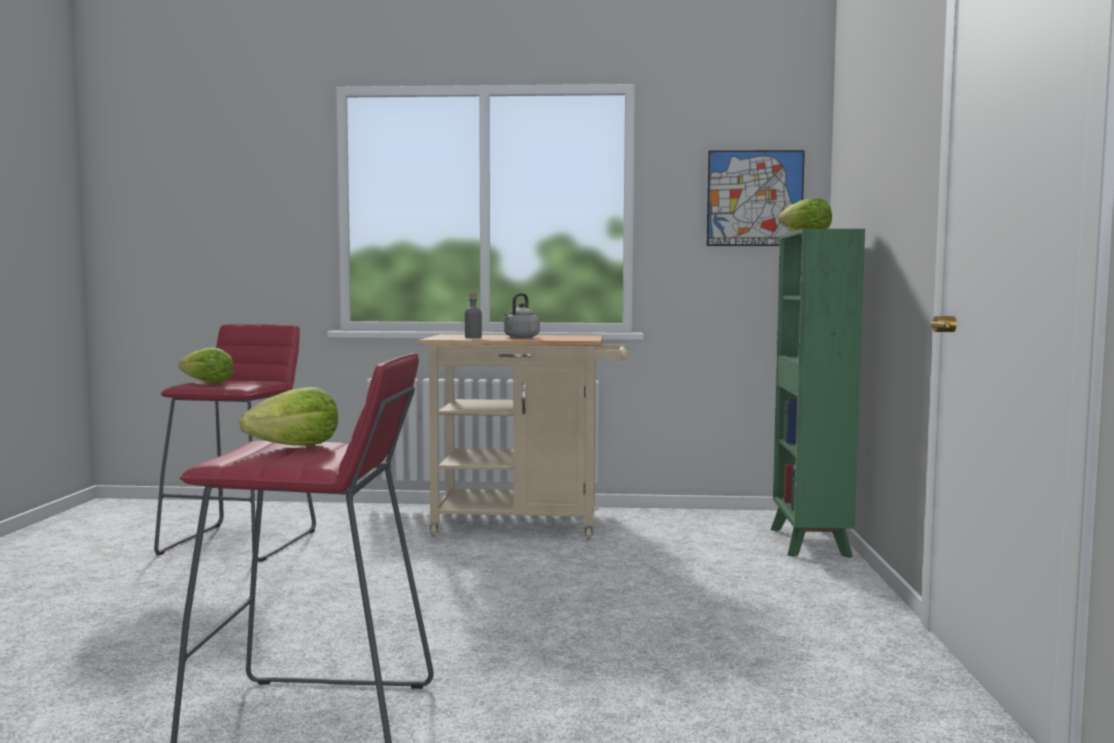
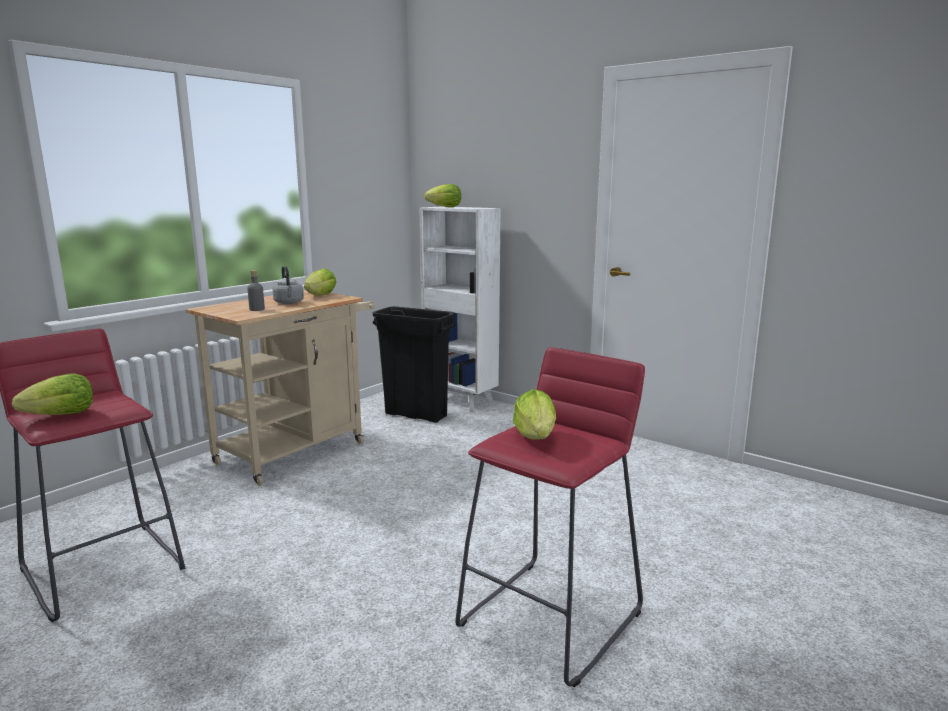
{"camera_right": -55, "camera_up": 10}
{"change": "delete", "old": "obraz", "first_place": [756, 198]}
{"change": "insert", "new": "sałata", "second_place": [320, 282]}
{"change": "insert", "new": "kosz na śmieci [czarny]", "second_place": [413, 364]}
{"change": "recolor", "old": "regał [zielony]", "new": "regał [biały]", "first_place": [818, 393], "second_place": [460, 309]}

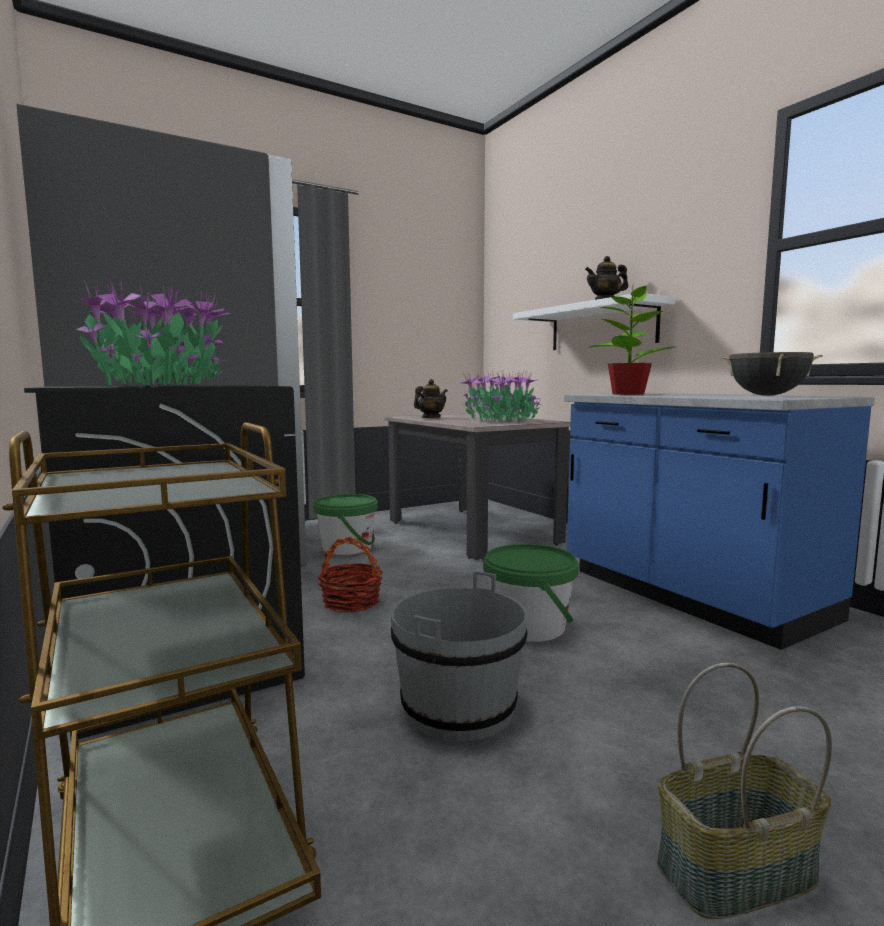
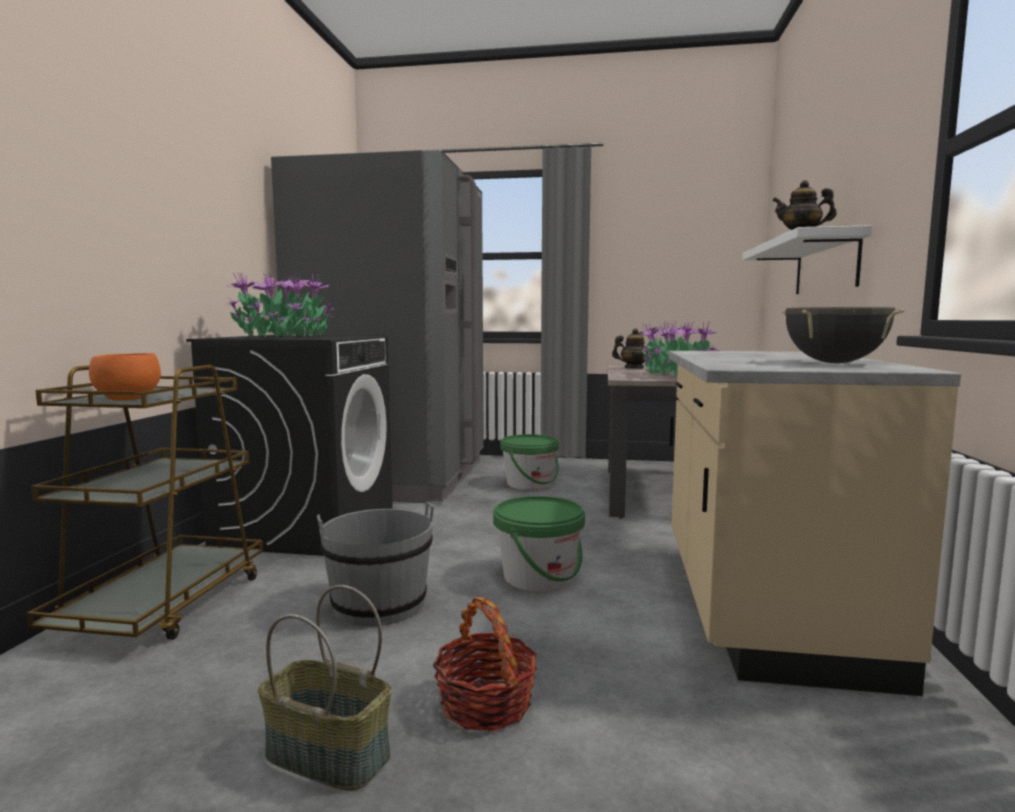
{"camera_right": 40, "camera_up": 0}
{"change": "delete", "old": "roślina doniczkowa", "first_place": [631, 340]}
{"change": "insert", "new": "miska [pomarańczowy]", "second_place": [125, 376]}
{"change": "move", "old": "koszyk", "first_place": [350, 575], "second_place": [484, 664]}
{"change": "recolor", "old": "zabudowa kuchenna [niebieski]", "new": "zabudowa kuchenna [beżowy]", "first_place": [719, 521], "second_place": [814, 523]}

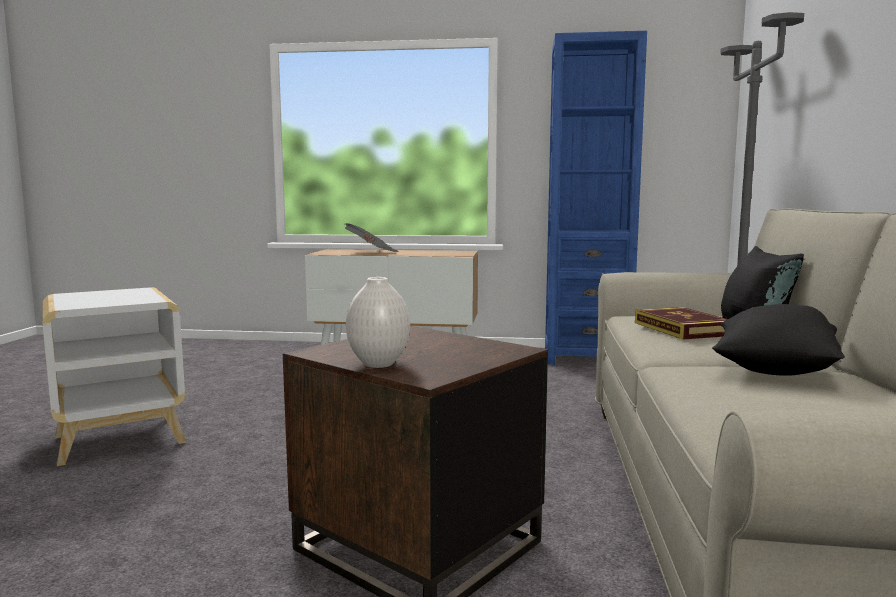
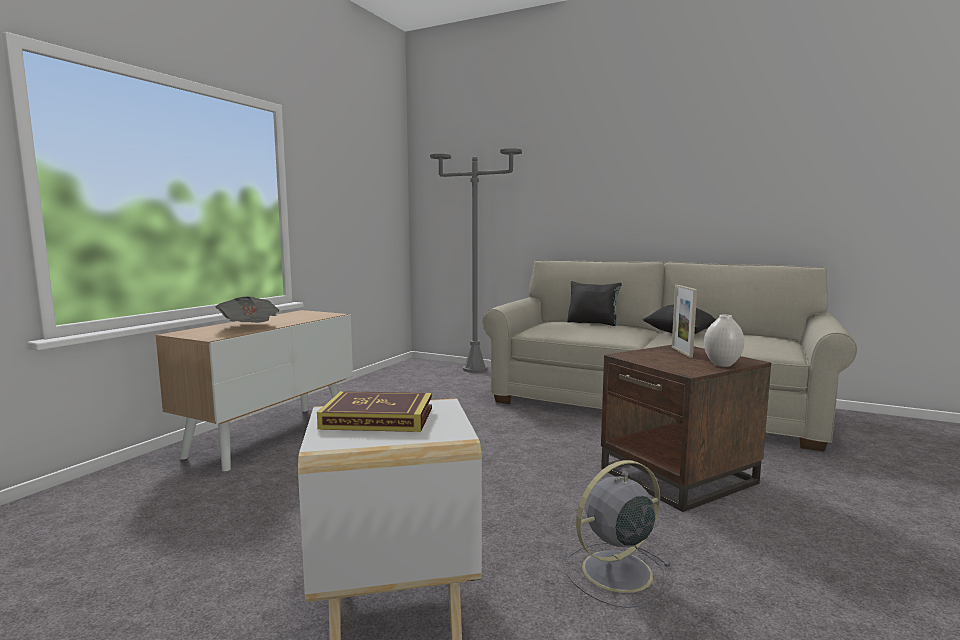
{"camera_right": -70, "camera_up": 0}
{"change": "delete", "old": "regał [niebieski]", "first_place": [596, 198]}
{"change": "insert", "new": "wentylator [szary]", "second_place": [617, 534]}
{"change": "insert", "new": "ramka na zdjęcie", "second_place": [684, 321]}
{"change": "move", "old": "książka", "first_place": [681, 323], "second_place": [374, 411]}

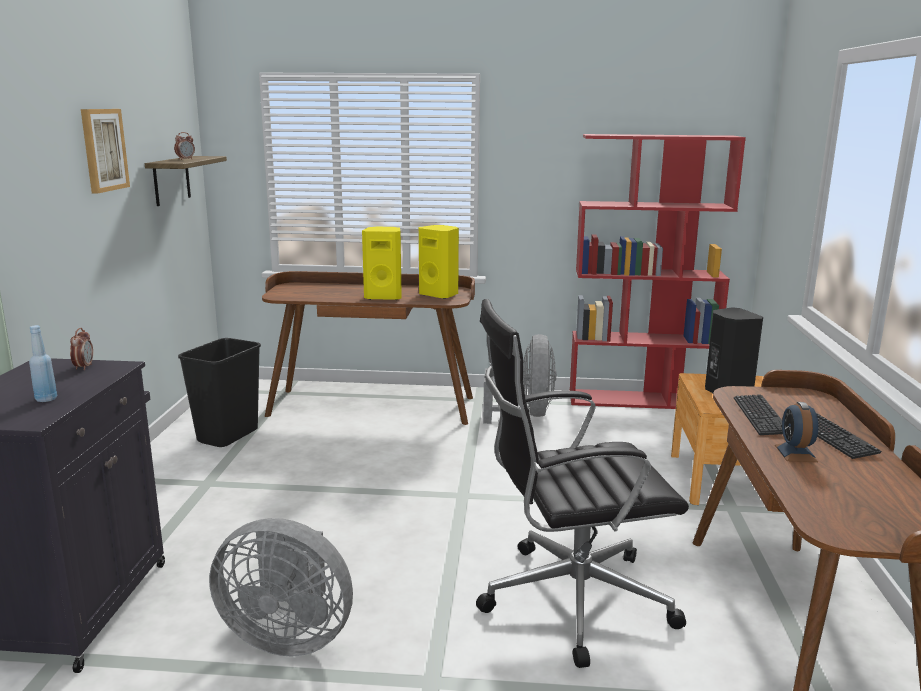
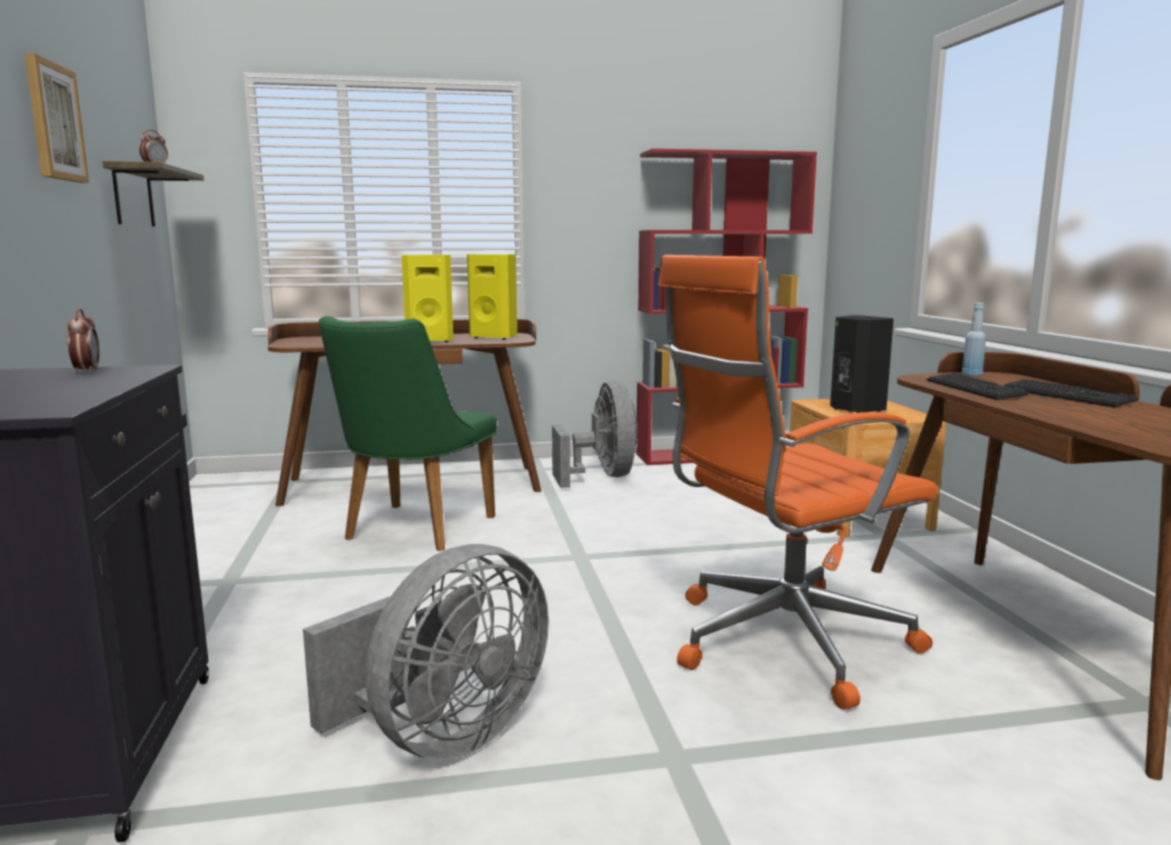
{"camera_right": -15, "camera_up": -5}
{"change": "delete", "old": "kosz na śmieci [czarny]", "first_place": [219, 392]}
{"change": "delete", "old": "budzik", "first_place": [797, 432]}
{"change": "insert", "new": "krzesło [zielony]", "second_place": [408, 433]}
{"change": "move", "old": "butelka [niebieski]", "first_place": [43, 363], "second_place": [974, 340]}
{"change": "recolor", "old": "krzesło biurowe [czarny]", "new": "krzesło biurowe [pomarańczowy]", "first_place": [582, 483], "second_place": [798, 482]}
{"change": "rotate", "old": "wentylator [szary]", "first_place": [281, 587], "second_place": [426, 652], "degrees": -45}

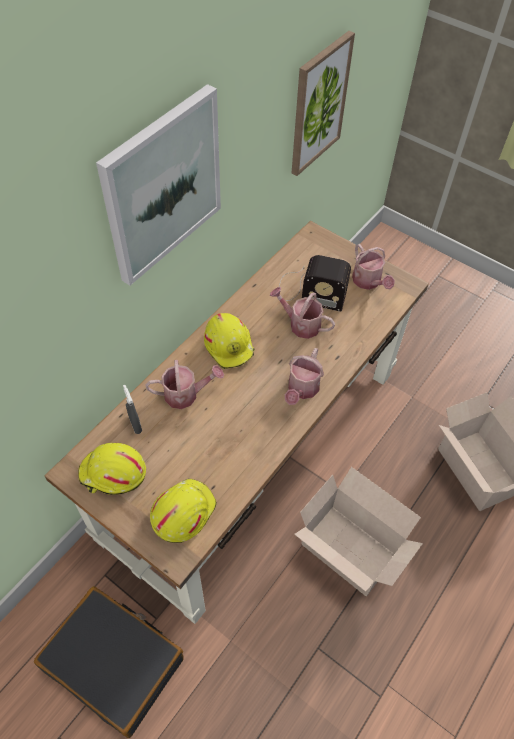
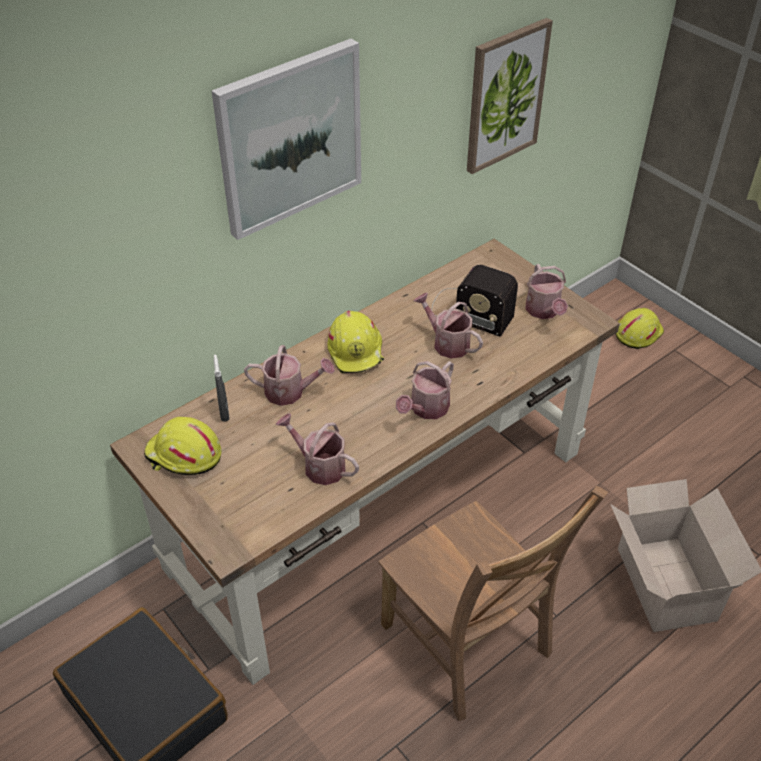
{"camera_right": 15, "camera_up": -10}
{"change": "insert", "new": "konewka", "second_place": [317, 449]}
{"change": "move", "old": "kask [żółty]", "first_place": [183, 511], "second_place": [640, 328]}
{"change": "replace", "old": "karton", "new": "krzesło [brązowy]", "first_place": [358, 531], "second_place": [493, 603]}

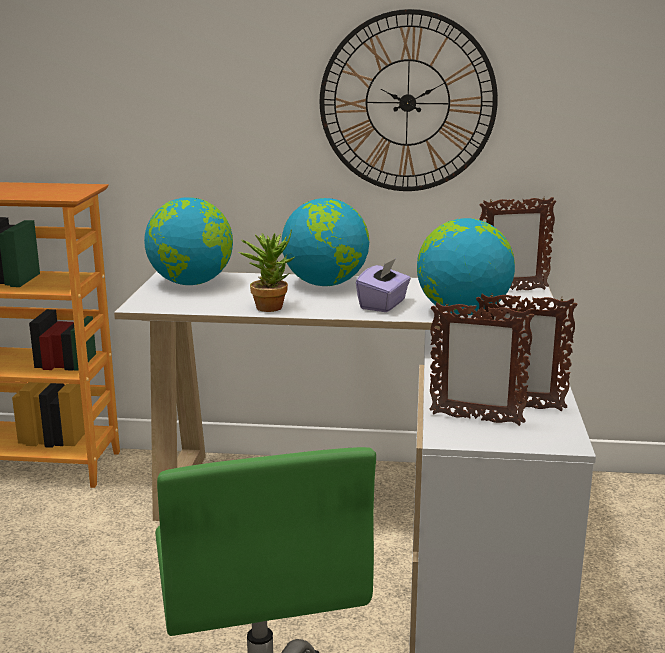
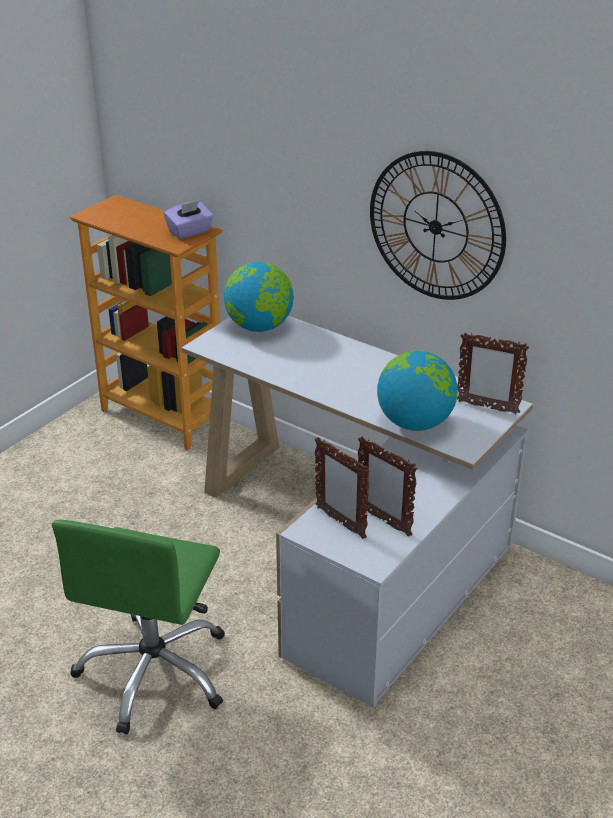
{"camera_right": 30, "camera_up": 15}
{"change": "delete", "old": "roślina doniczkowa", "first_place": [267, 270]}
{"change": "delete", "old": "globus", "first_place": [325, 242]}
{"change": "move", "old": "pudełko chusteczek [fioletowy]", "first_place": [383, 285], "second_place": [189, 220]}

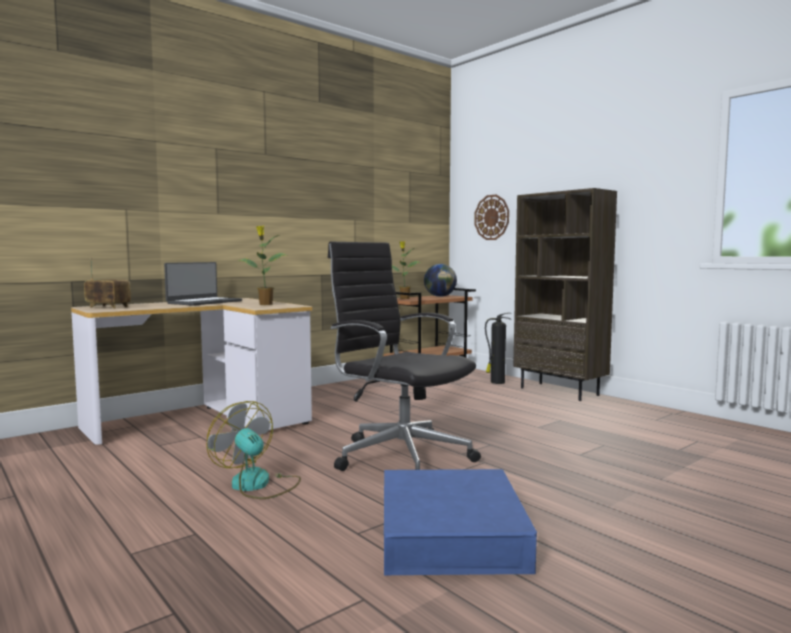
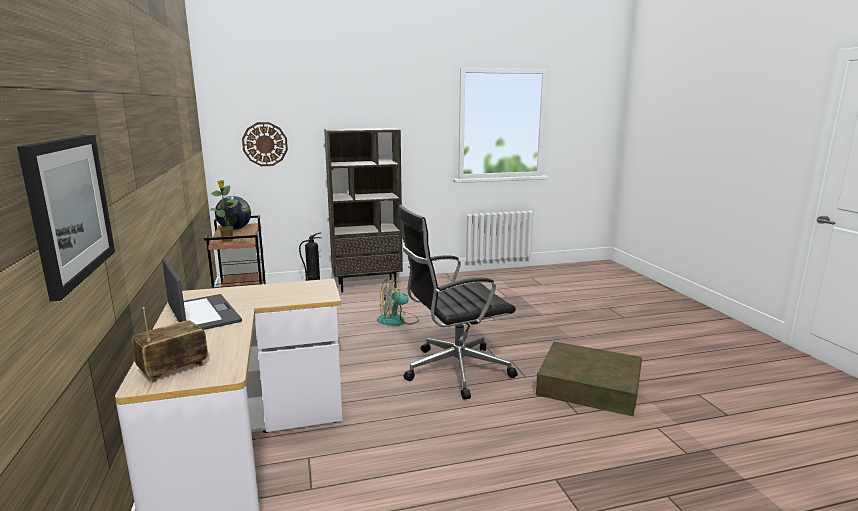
{"camera_right": -65, "camera_up": 10}
{"change": "delete", "old": "roślina doniczkowa", "first_place": [261, 265]}
{"change": "insert", "new": "obraz", "second_place": [66, 218]}
{"change": "move", "old": "wentylator", "first_place": [254, 450], "second_place": [398, 301]}
{"change": "recolor", "old": "pojemnik do przechowywania [niebieski]", "new": "pojemnik do przechowywania [brązowy]", "first_place": [460, 522], "second_place": [589, 379]}

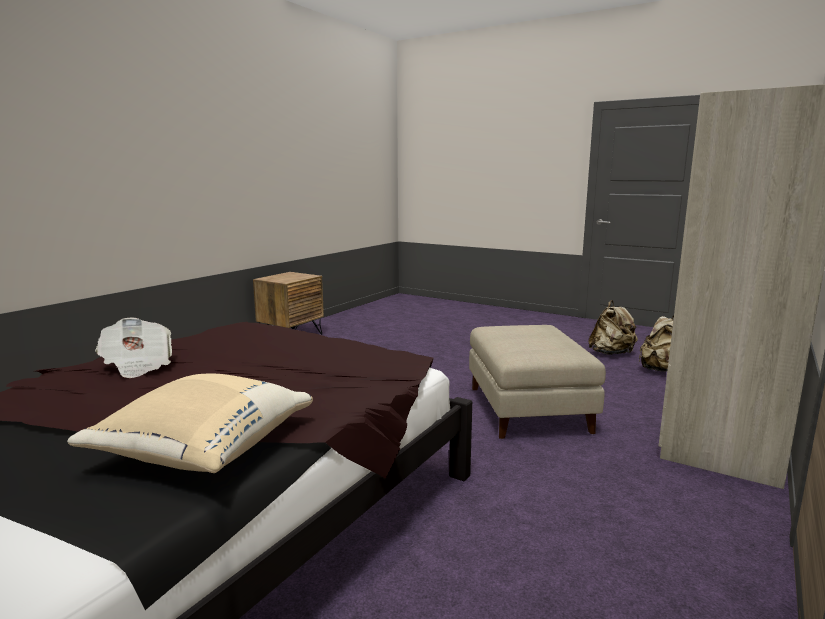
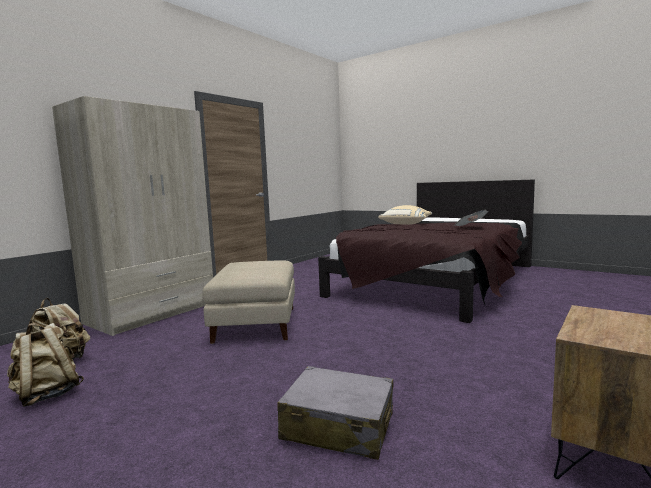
{"camera_right": -175, "camera_up": -5}
{"change": "insert", "new": "walizka [szary]", "second_place": [335, 413]}

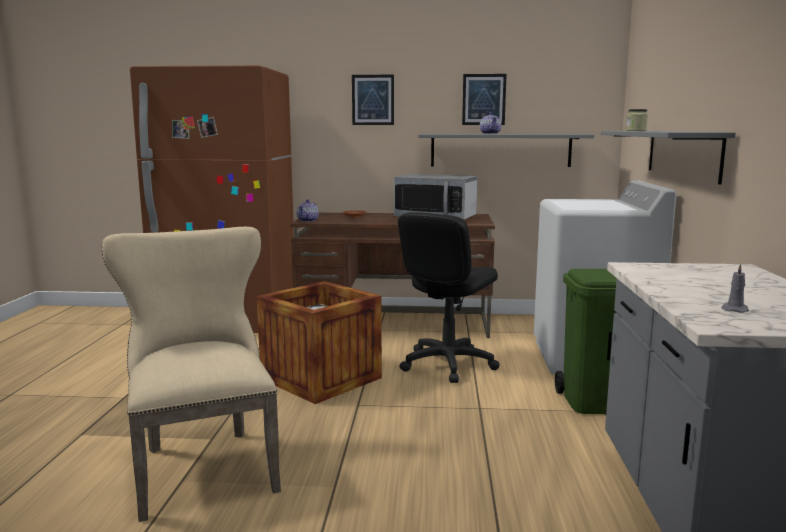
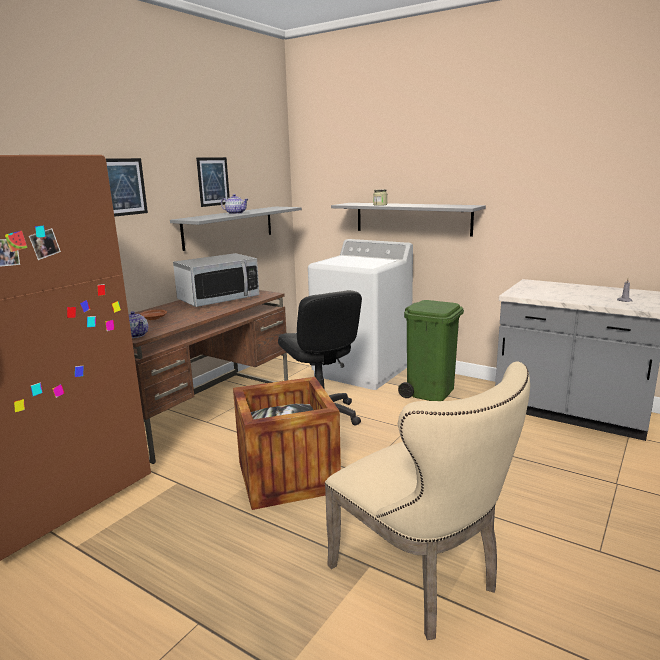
{"camera_right": -60, "camera_up": 5}
{"change": "rotate", "old": "krzesło [beżowy]", "first_place": [191, 374], "second_place": [427, 501], "degrees": -135}

